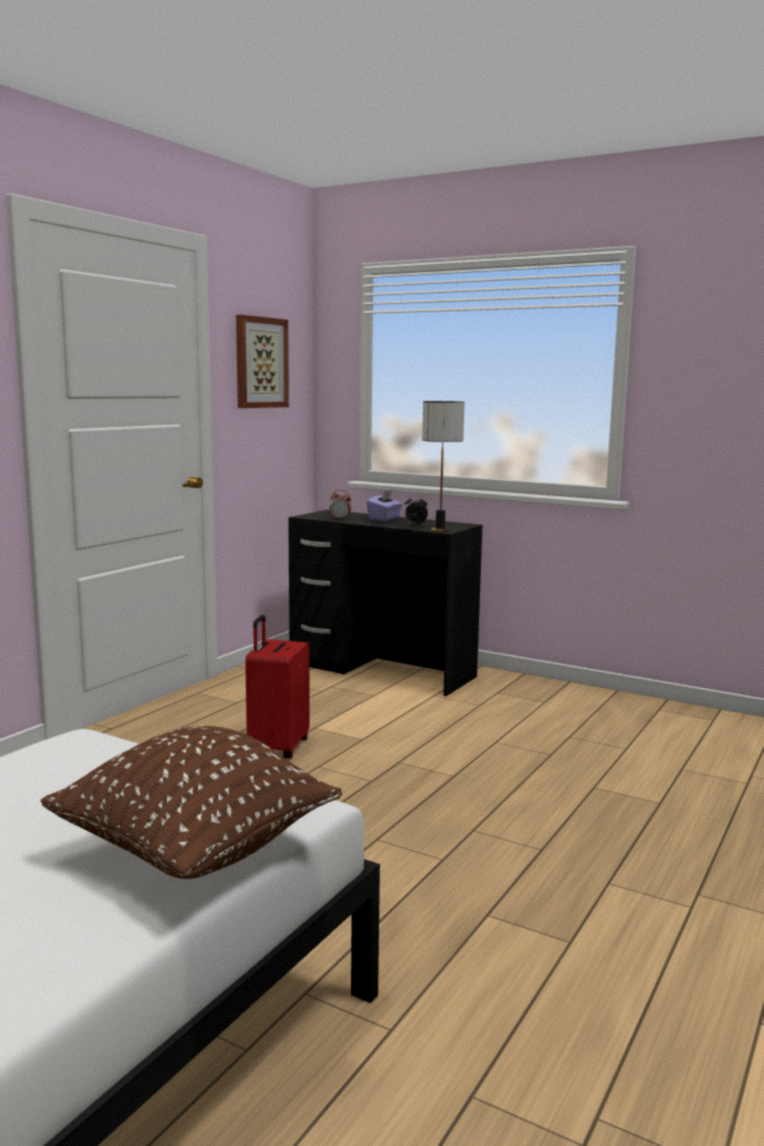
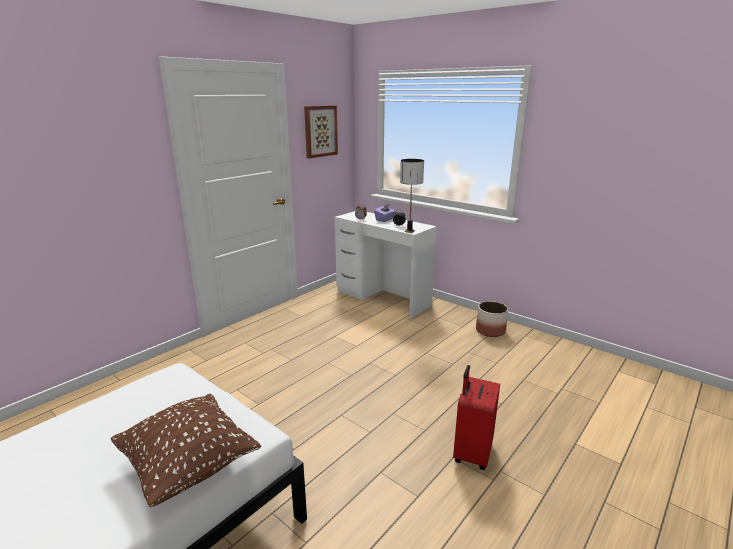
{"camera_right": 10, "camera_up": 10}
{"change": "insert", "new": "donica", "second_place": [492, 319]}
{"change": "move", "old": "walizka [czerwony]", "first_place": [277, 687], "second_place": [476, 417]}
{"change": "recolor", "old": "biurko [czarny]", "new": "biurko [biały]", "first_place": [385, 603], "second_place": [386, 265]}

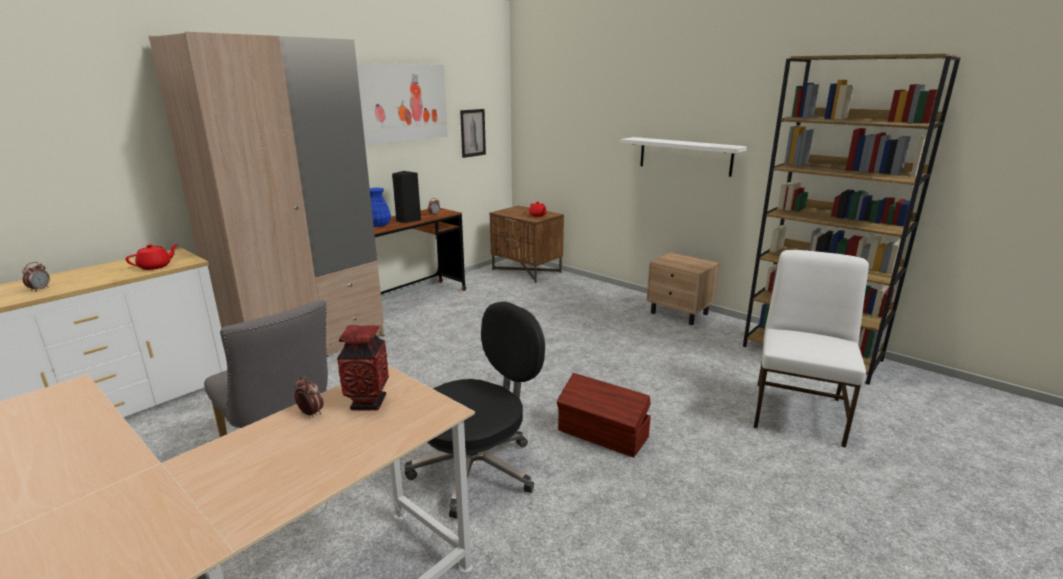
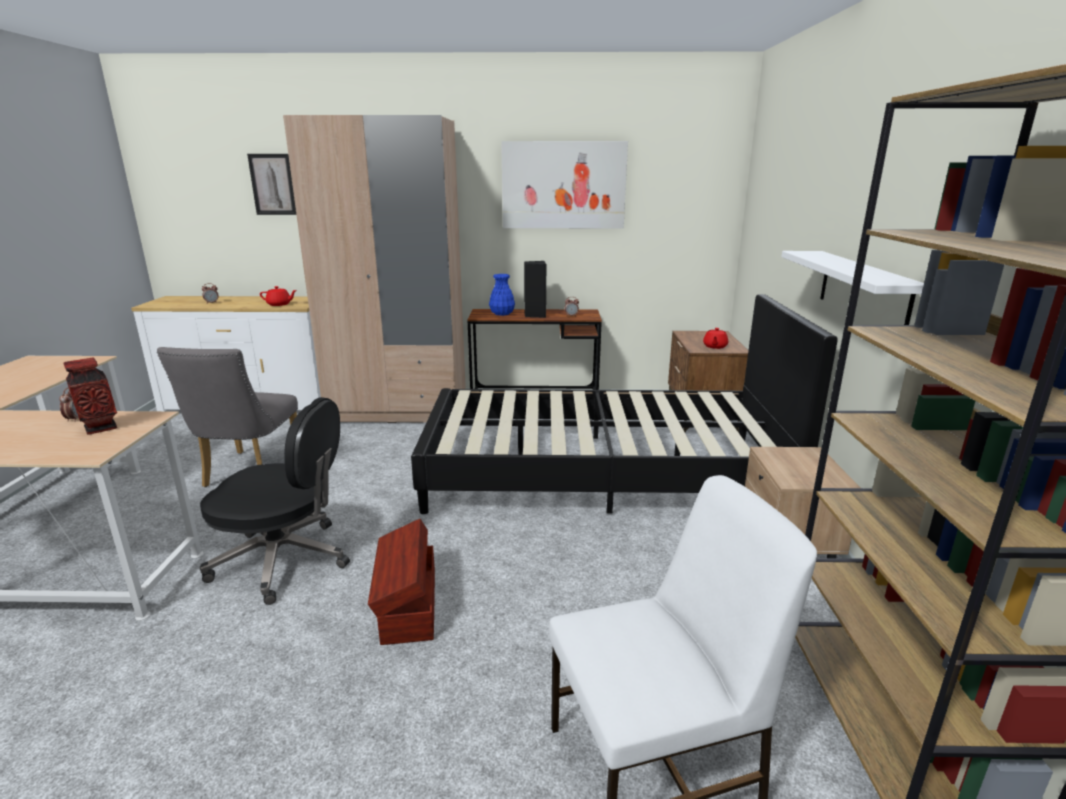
{"camera_right": 50, "camera_up": 0}
{"change": "insert", "new": "łóżko [czarny]", "second_place": [624, 404]}
{"change": "move", "old": "obraz", "first_place": [473, 133], "second_place": [271, 184]}

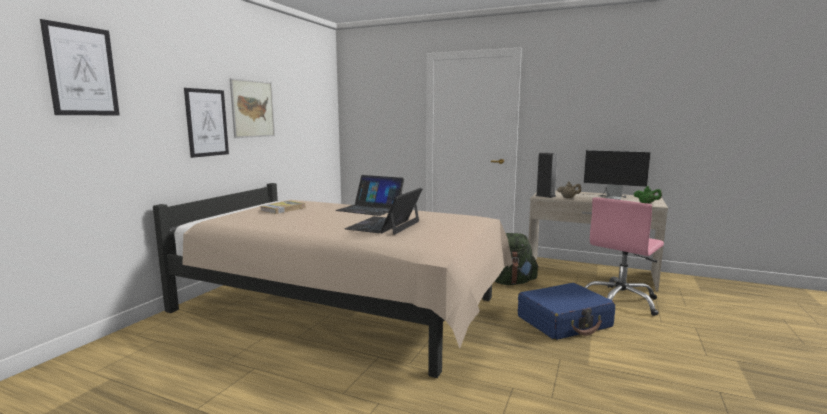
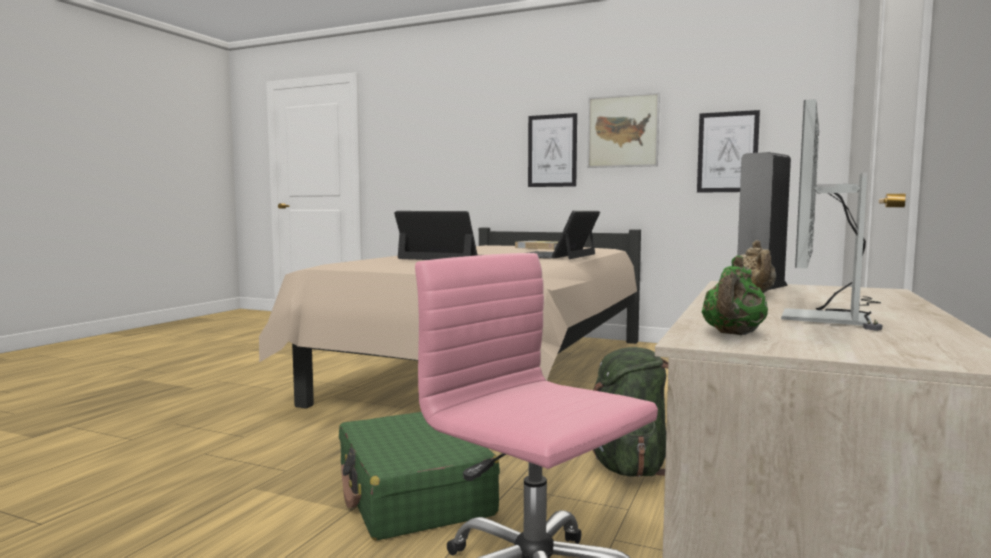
{"camera_right": 90, "camera_up": -5}
{"change": "move", "old": "obraz", "first_place": [80, 67], "second_place": [728, 151]}
{"change": "recolor", "old": "walizka [niebieski]", "new": "walizka [zielony]", "first_place": [566, 311], "second_place": [419, 476]}

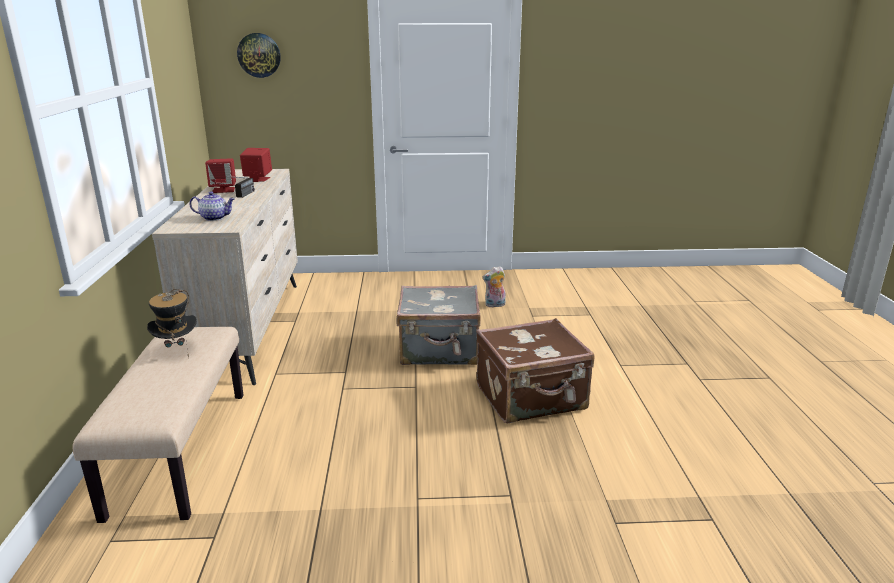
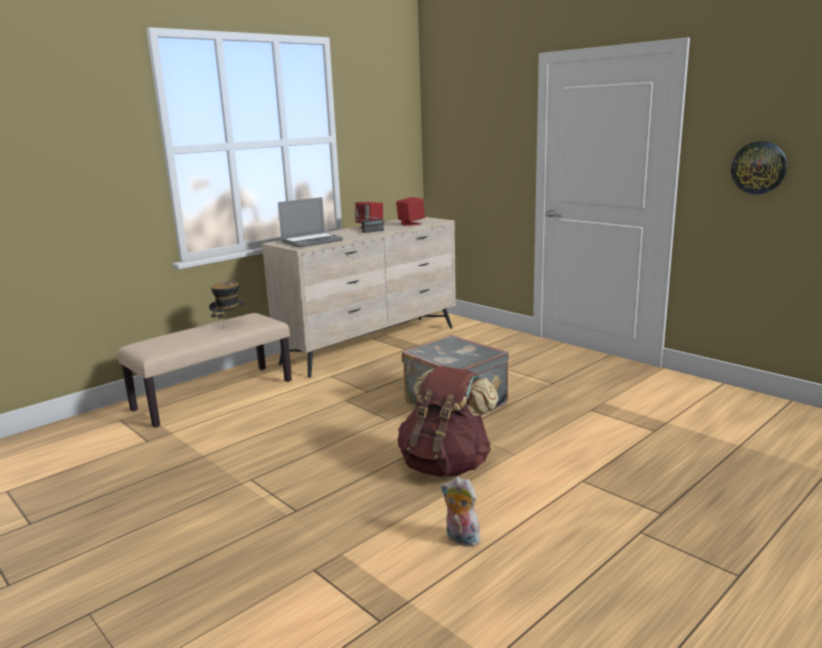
{"camera_right": 50, "camera_up": -5}
{"change": "move", "old": "zegar ścienny", "first_place": [259, 55], "second_place": [759, 167]}
{"change": "move", "old": "pluszak", "first_place": [494, 287], "second_place": [461, 512]}
{"change": "replace", "old": "imbryk", "new": "laptop", "first_place": [212, 206], "second_place": [310, 222]}
{"change": "replace", "old": "walizka [brązowy]", "new": "plecak [brązowy]", "first_place": [535, 370], "second_place": [448, 421]}

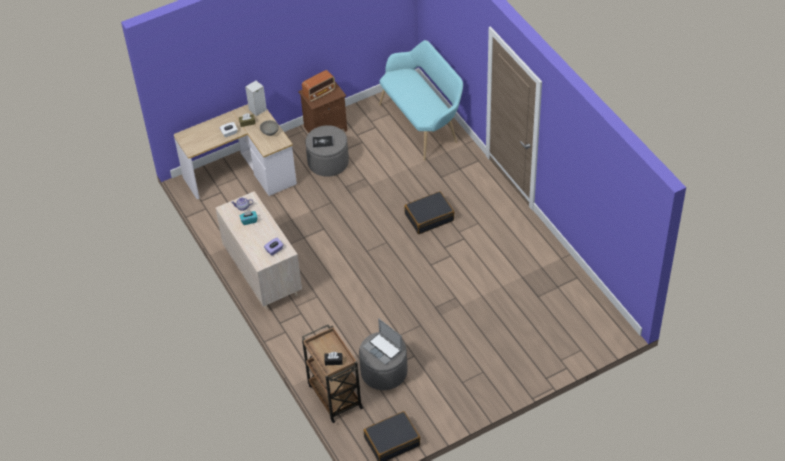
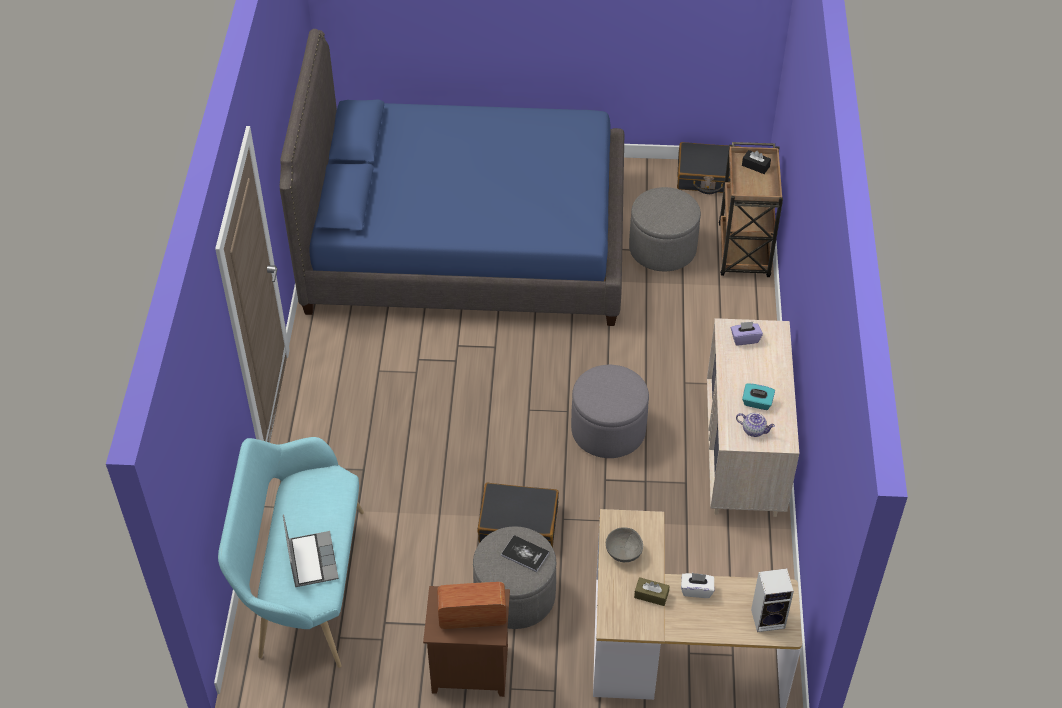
{"camera_right": -150, "camera_up": 0}
{"change": "insert", "new": "łóżko [niebieski]", "second_place": [452, 177]}
{"change": "insert", "new": "pufa [szary]", "second_place": [610, 411]}
{"change": "move", "old": "głośnik", "first_place": [256, 98], "second_place": [772, 600]}
{"change": "move", "old": "laptop", "first_place": [383, 341], "second_place": [311, 550]}
{"change": "move", "old": "walizka [czarny]", "first_place": [429, 212], "second_place": [518, 515]}

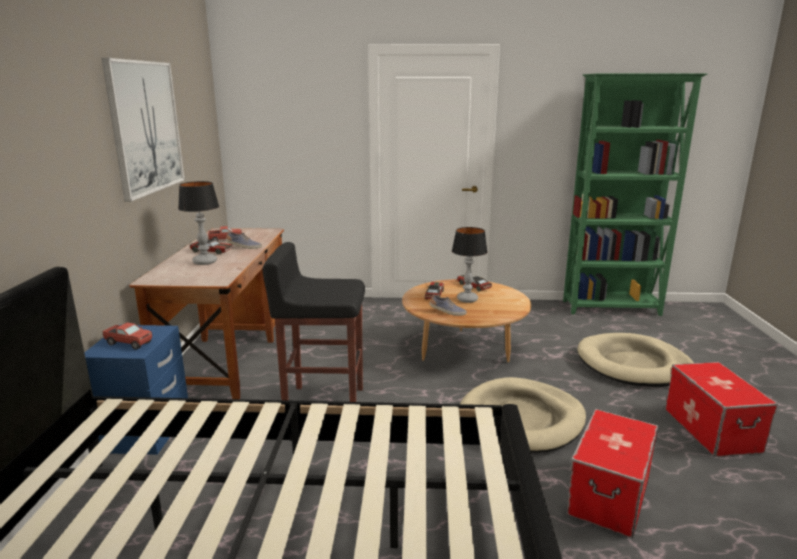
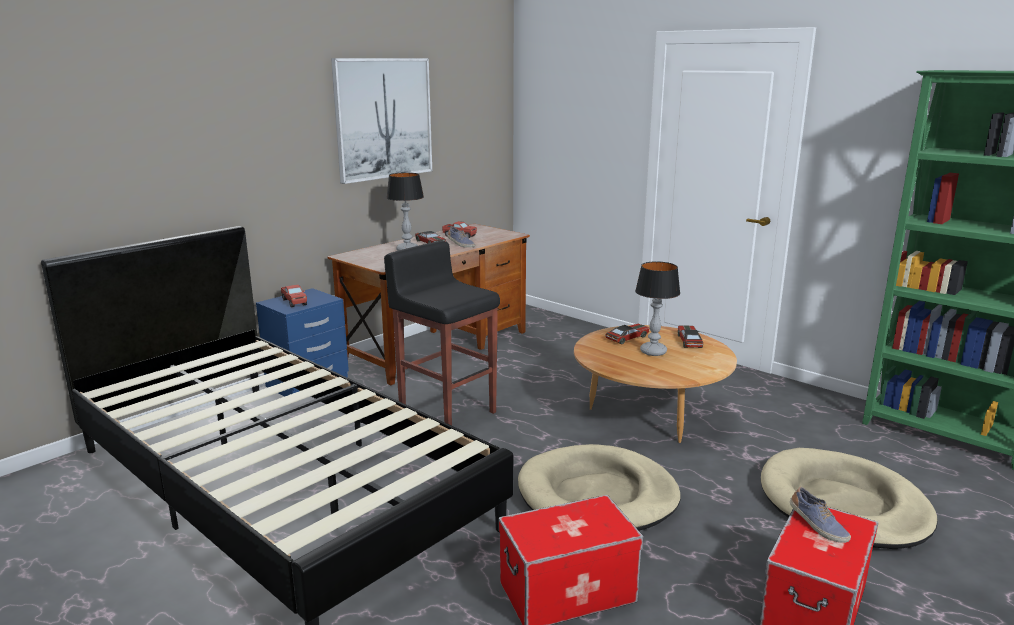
{"camera_right": 40, "camera_up": 0}
{"change": "move", "old": "but", "first_place": [448, 305], "second_place": [820, 515]}

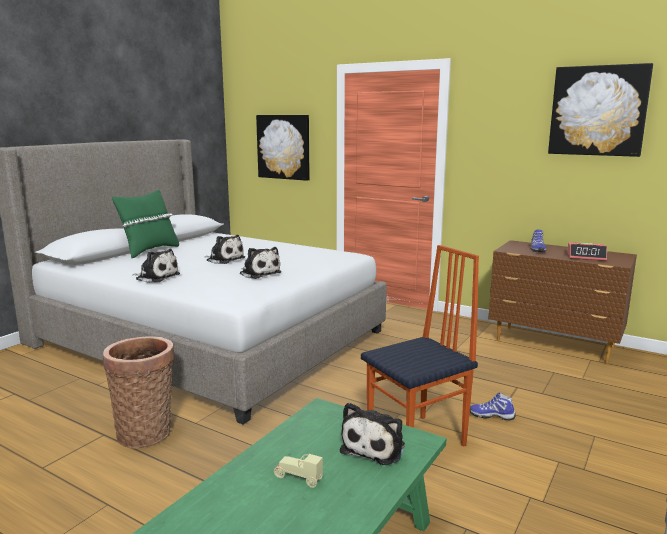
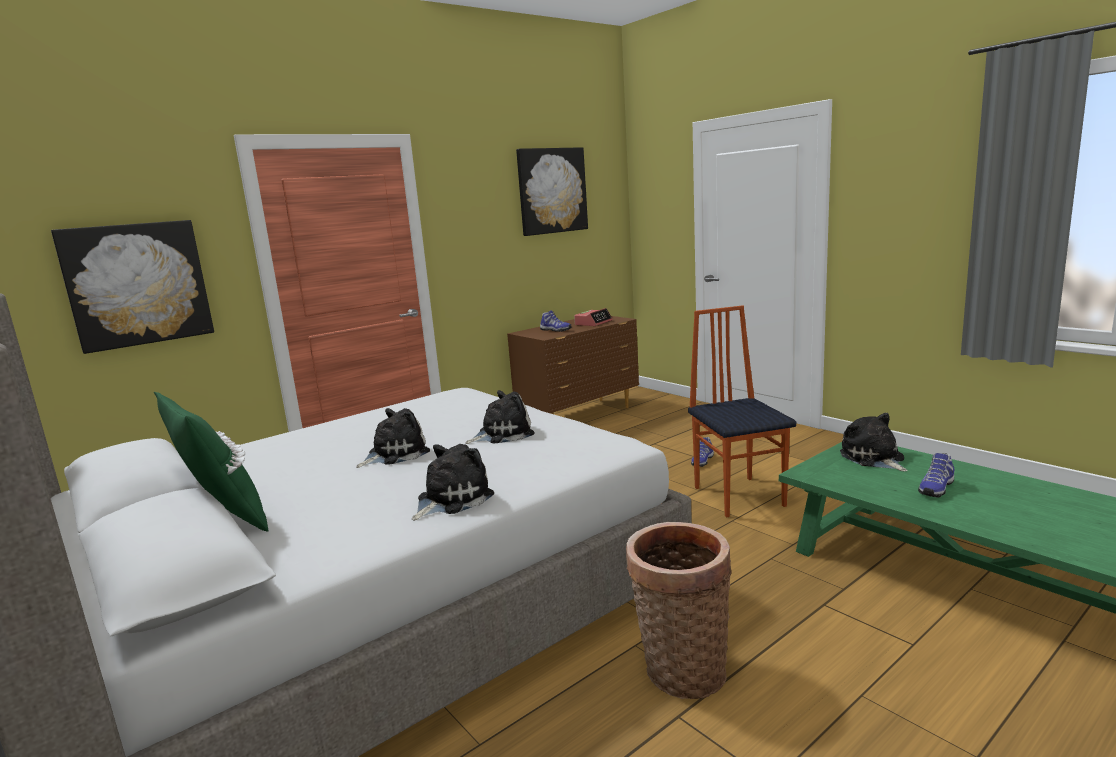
{"camera_right": -70, "camera_up": 0}
{"change": "replace", "old": "samochodzik [beżowy]", "new": "but", "first_place": [298, 471], "second_place": [936, 475]}
{"change": "rotate", "old": "pluszak", "first_place": [372, 433], "second_place": [874, 442], "degrees": -150}

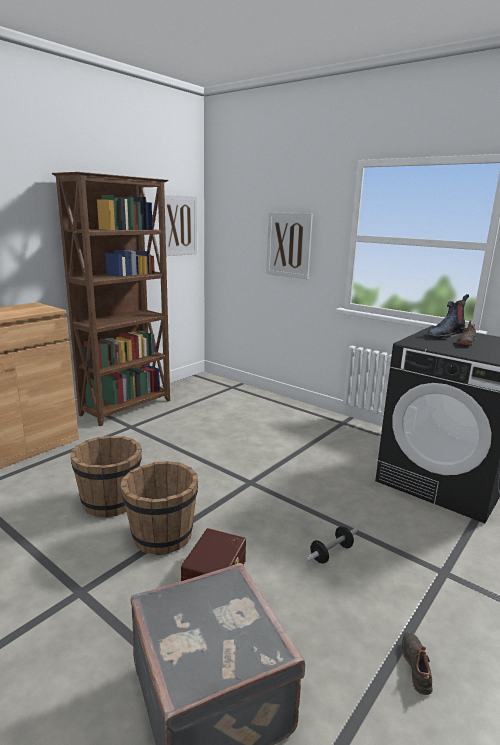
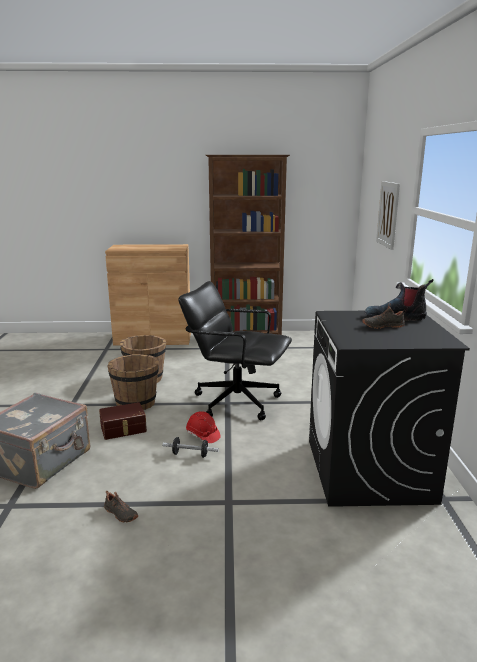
{"camera_right": 50, "camera_up": 0}
{"change": "delete", "old": "obraz", "first_place": [181, 225]}
{"change": "insert", "new": "krzesło biurowe [czarny]", "second_place": [235, 350]}
{"change": "insert", "new": "kask [czerwony]", "second_place": [203, 427]}
{"change": "rotate", "old": "but [czarny]", "first_place": [417, 663], "second_place": [121, 507], "degrees": 75}

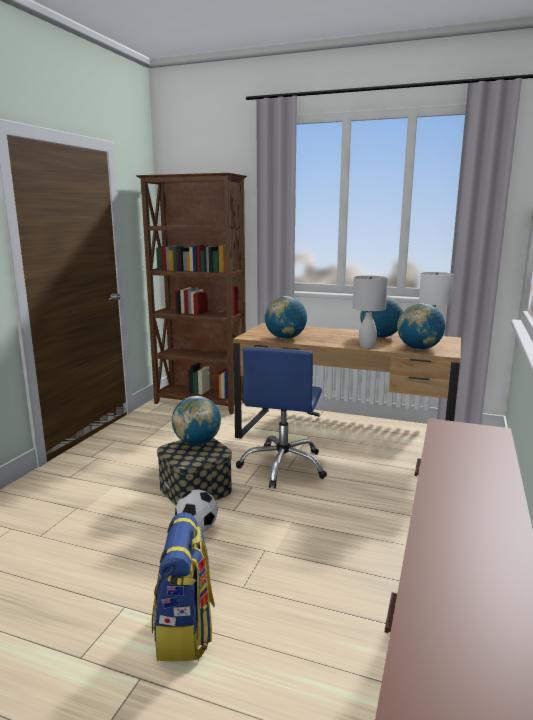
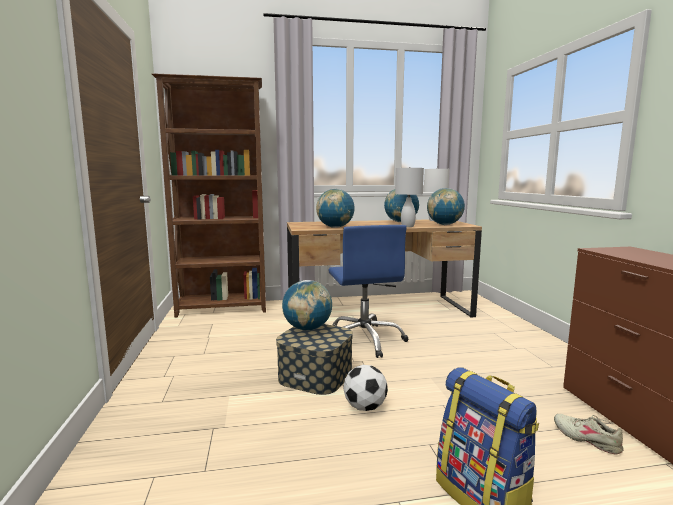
{"camera_right": -30, "camera_up": -5}
{"change": "insert", "new": "but [beżowy]", "second_place": [589, 434]}

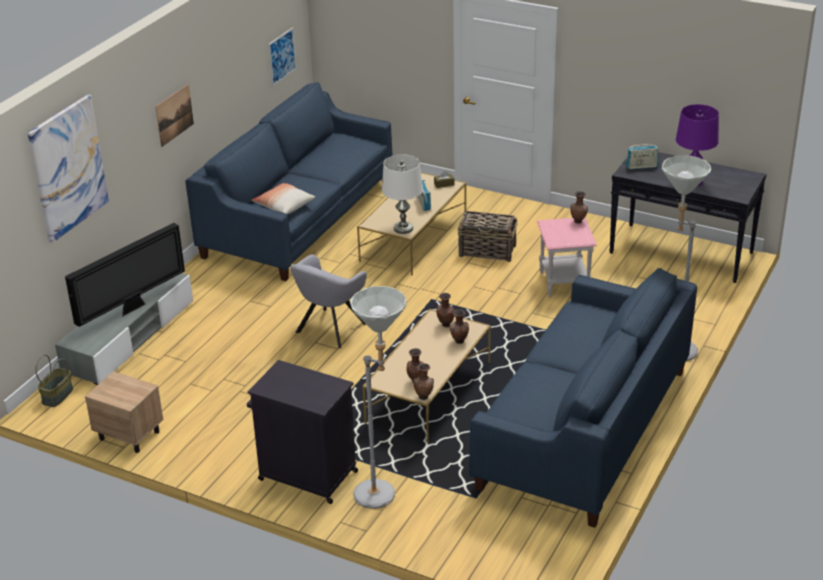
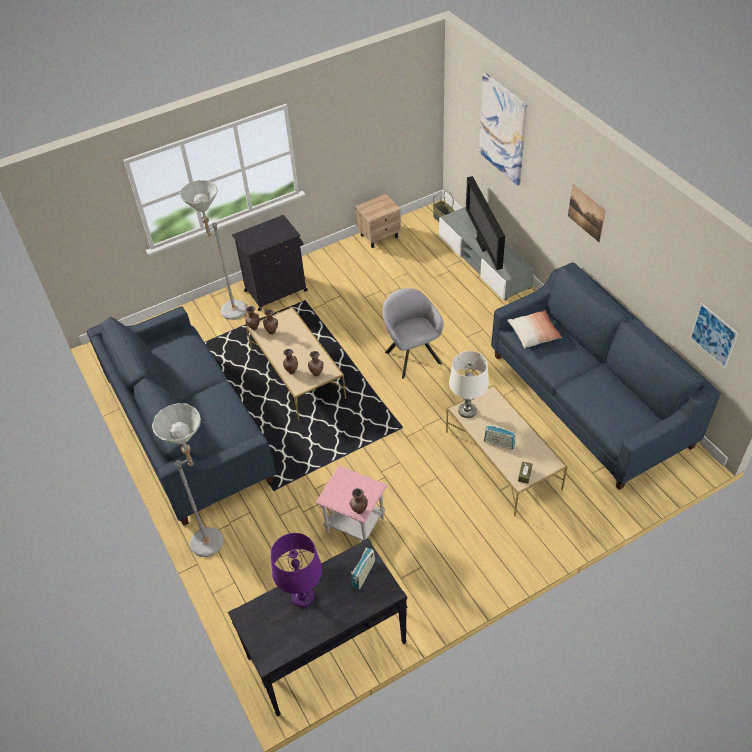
{"camera_right": 125, "camera_up": 15}
{"change": "delete", "old": "koszyk", "first_place": [487, 236]}

